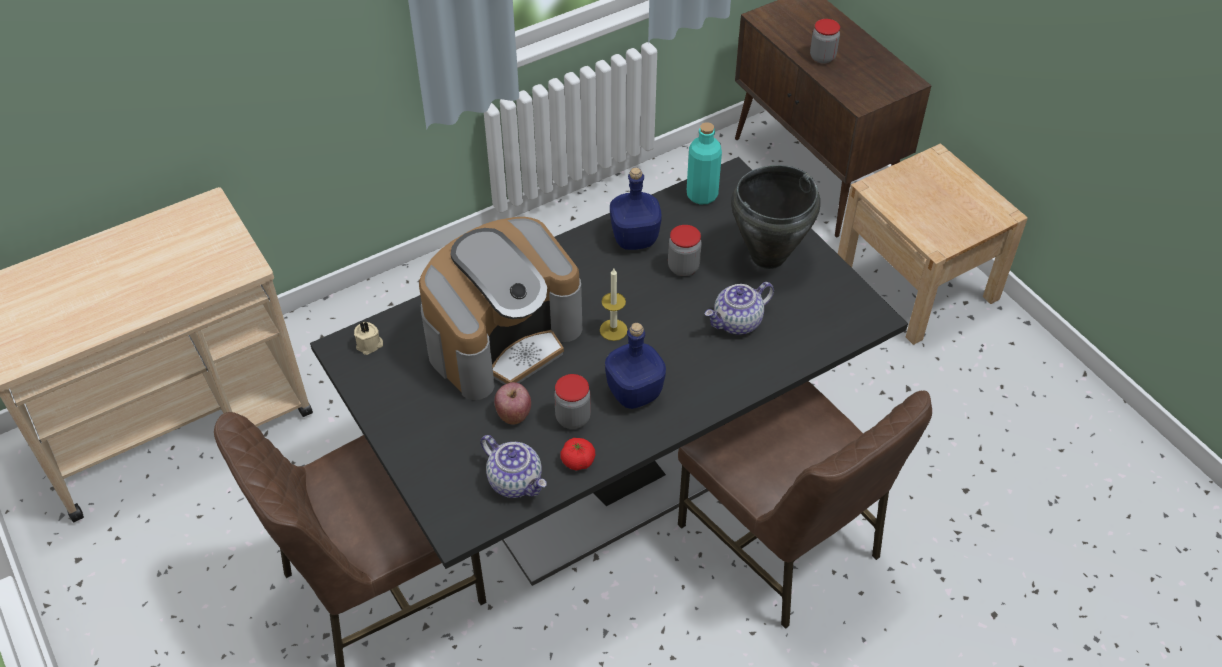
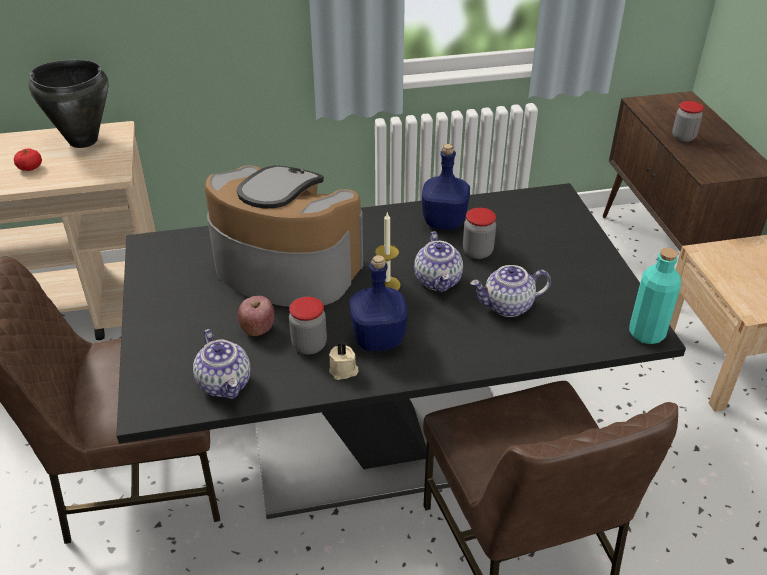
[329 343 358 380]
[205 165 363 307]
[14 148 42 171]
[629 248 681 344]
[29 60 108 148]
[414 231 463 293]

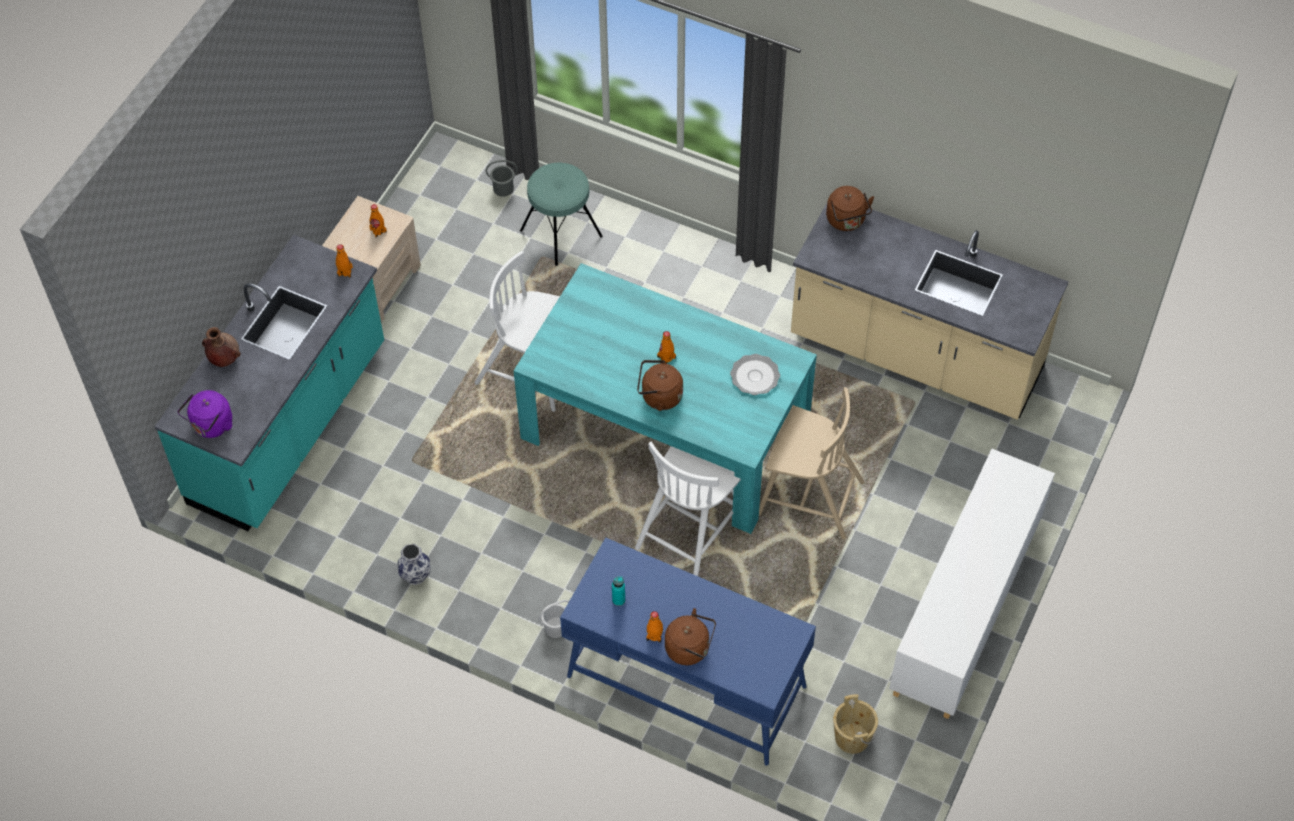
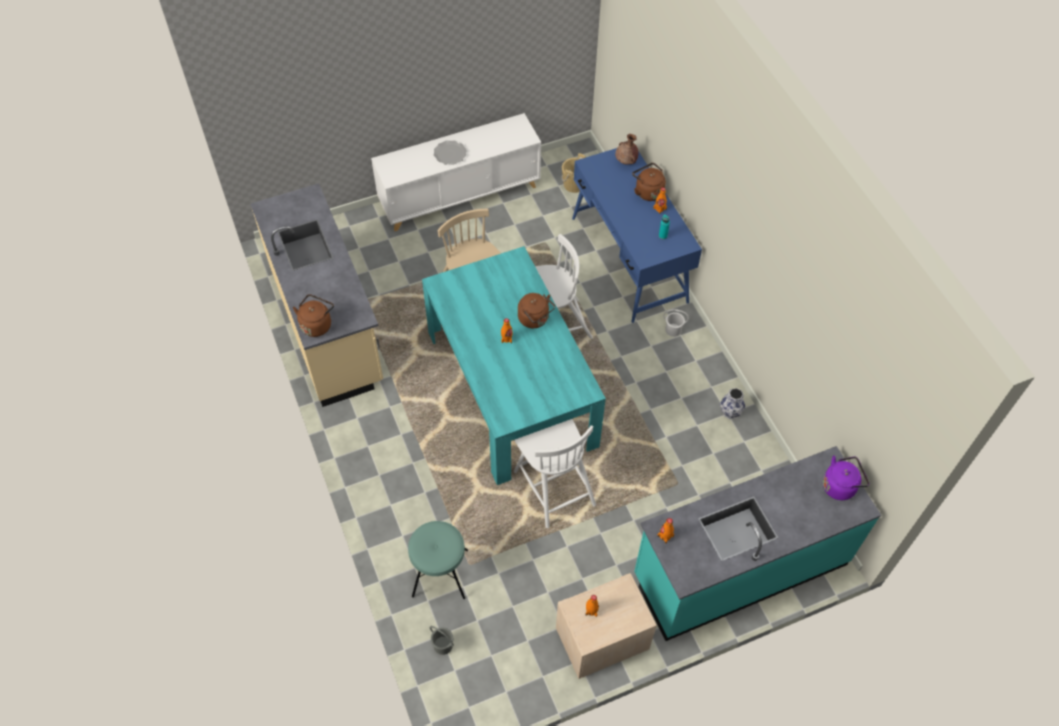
[615 134 638 164]
[434 140 466 164]

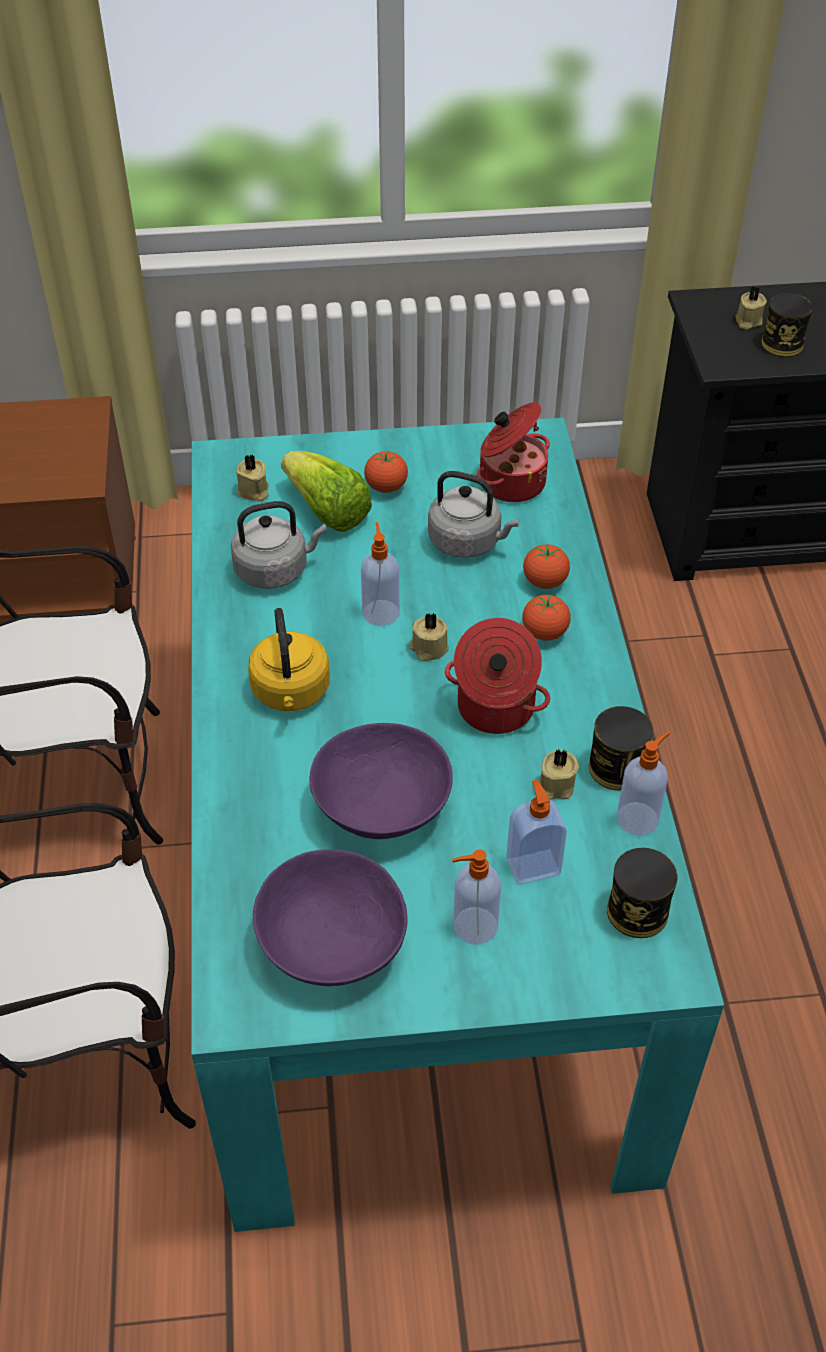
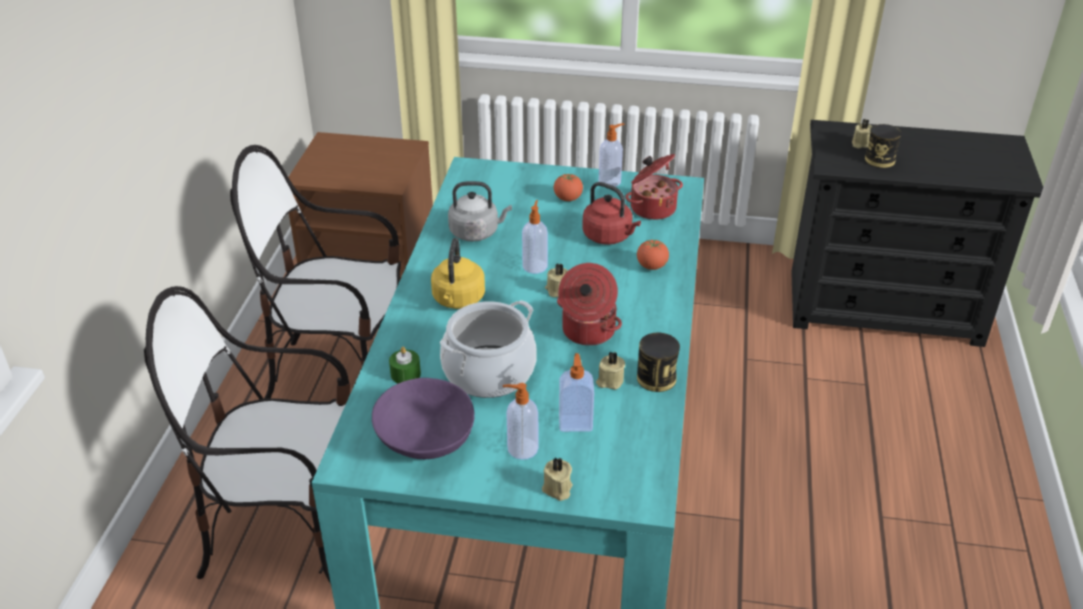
[542 457 573 501]
[281 451 372 532] (first image)
[440 300 537 398]
[582 182 641 245]
[522 595 571 641] (first image)
[607 848 677 938] (first image)
[598 123 624 187]
[389 347 421 383]

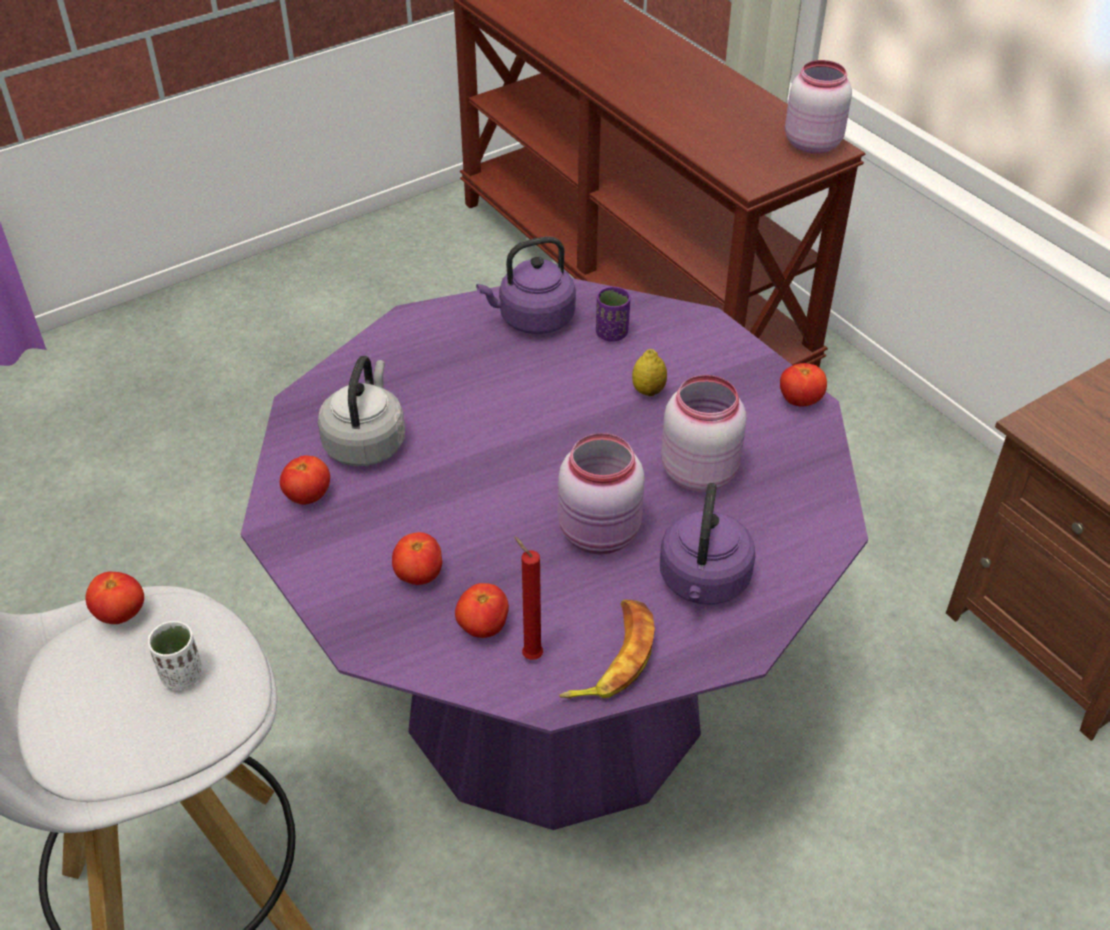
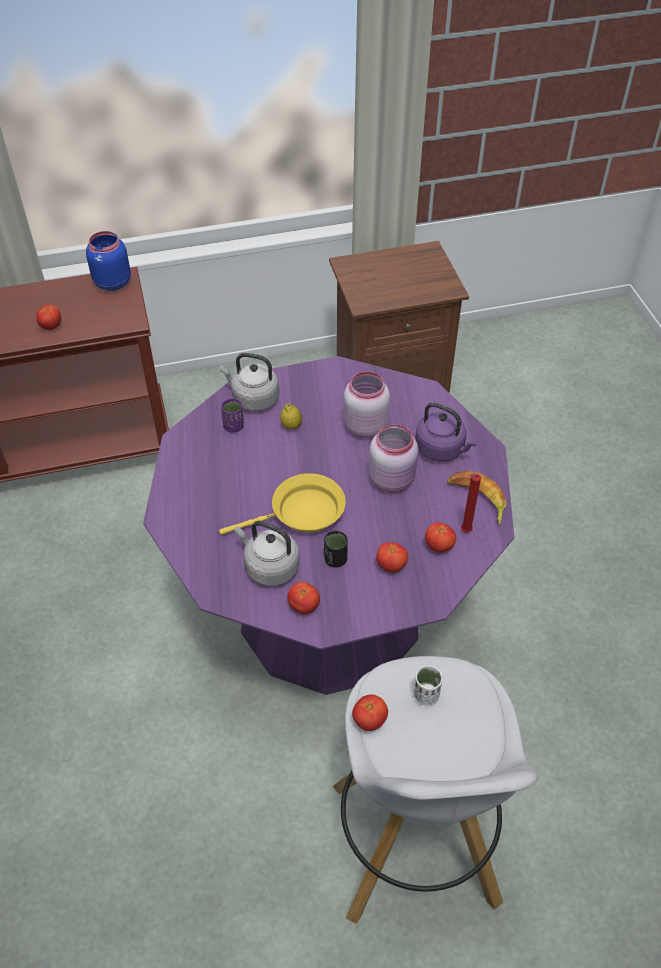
[476 237 576 334] (first image)
[36 305 61 330]
[86 231 131 291]
[219 473 346 535]
[220 353 279 411]
[324 531 348 568]

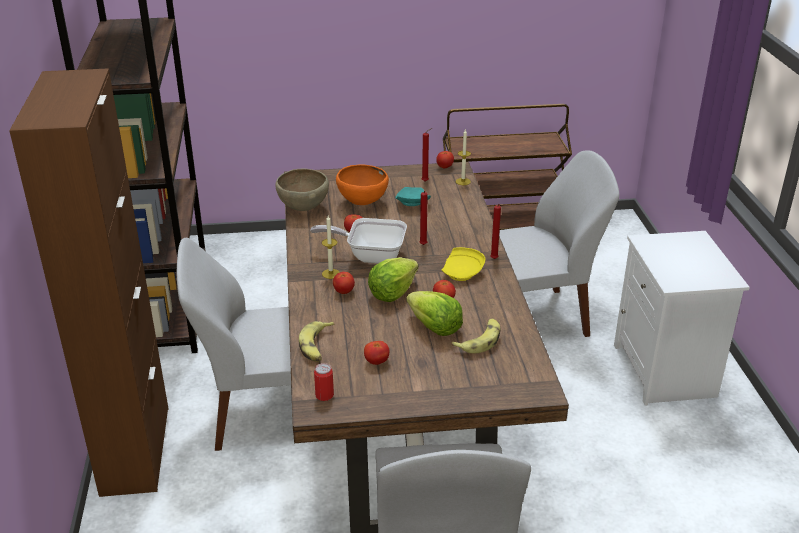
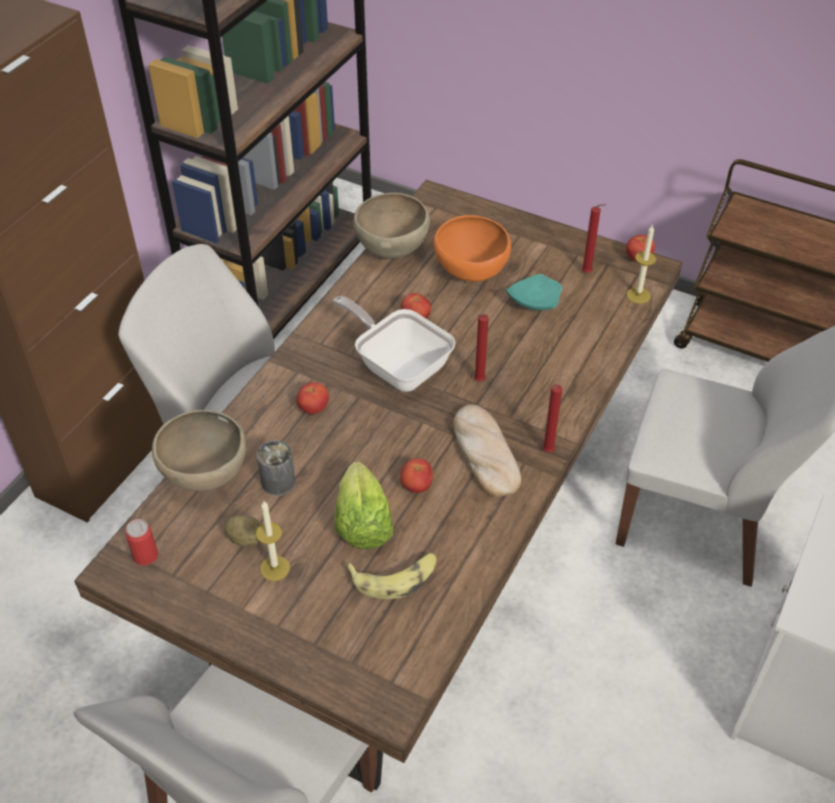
[152 410 246 491]
[256 501 290 581]
[224 515 262 547]
[368 257 418 302] (first image)
[453 405 522 497]
[257 440 295 496]

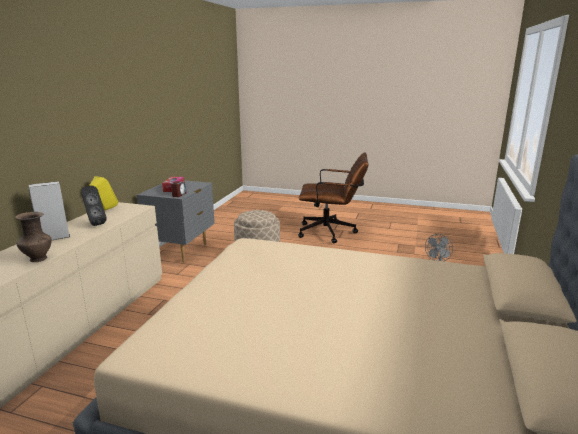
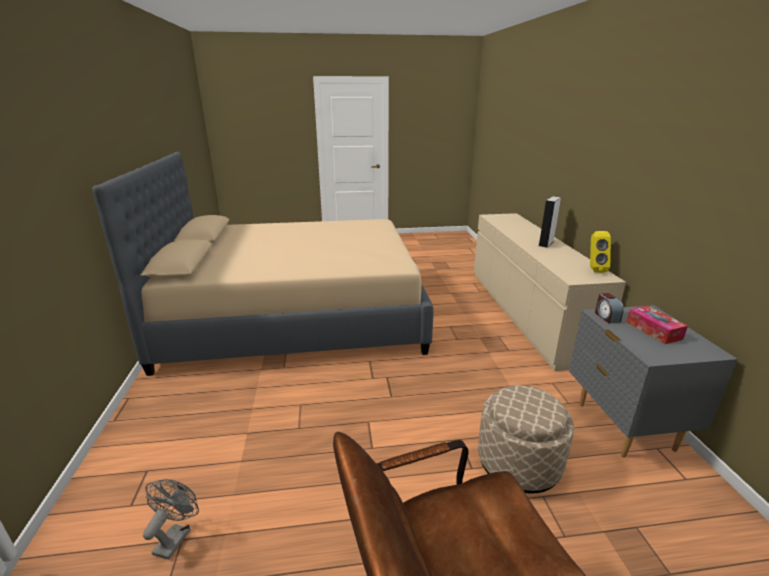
[15 212 52 262] (first image)
[81 186 107 226] (first image)

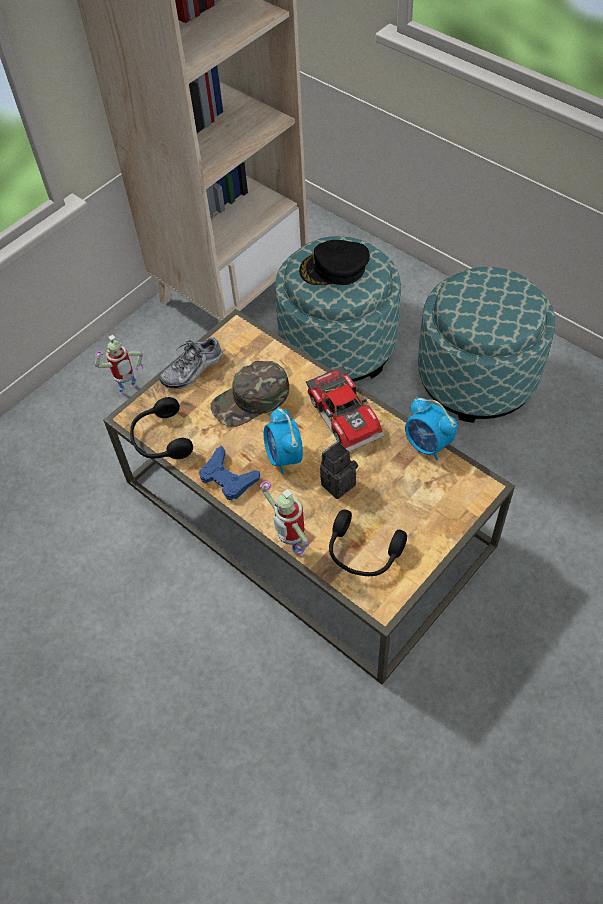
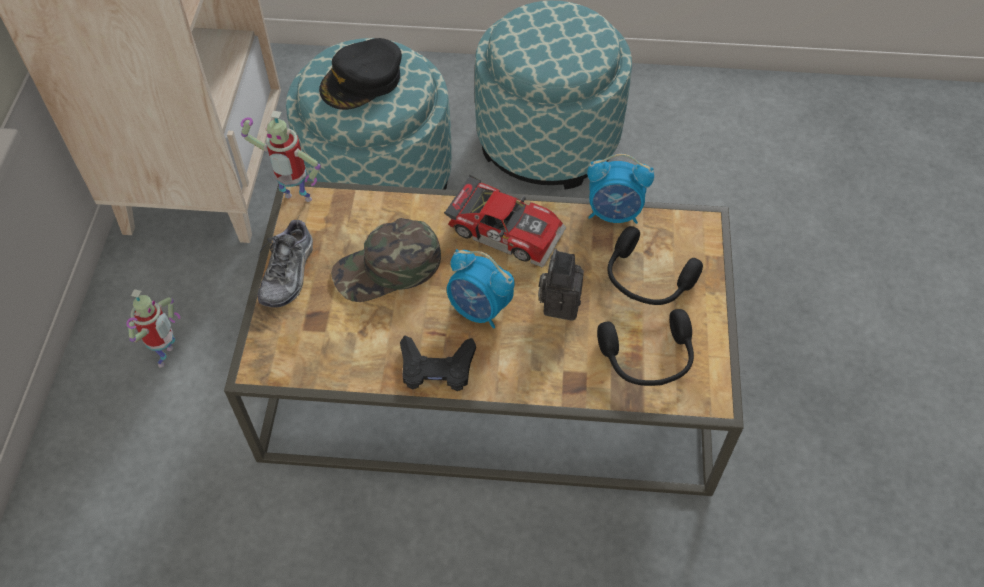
[607 226 703 305]
[400 335 476 391]
[331 218 441 302]
[241 111 321 202]

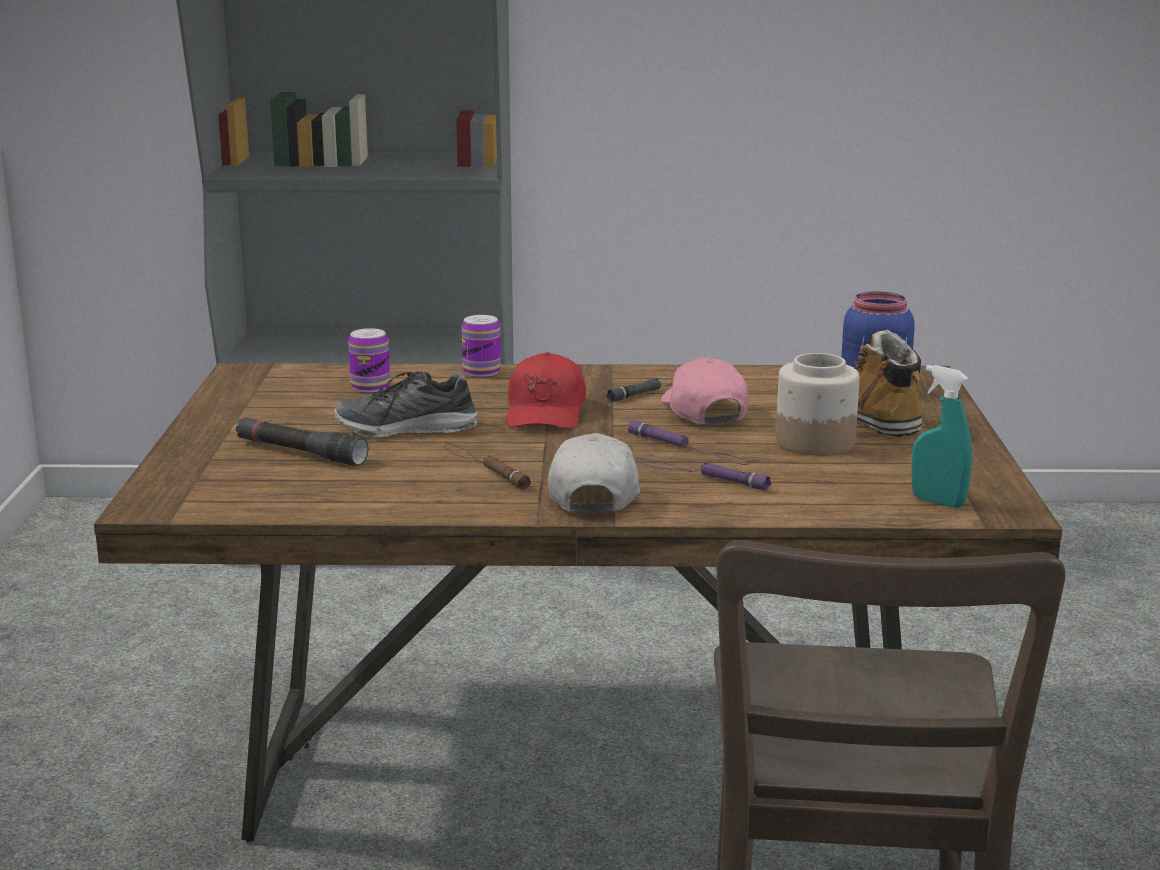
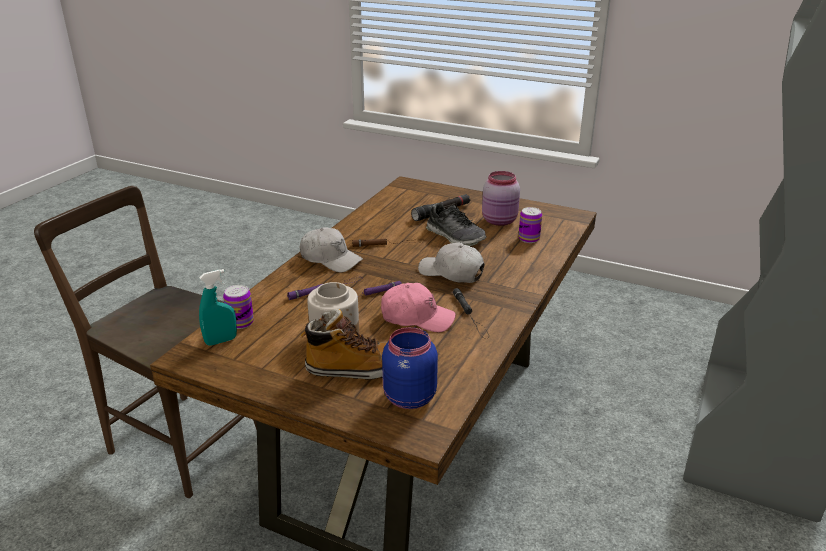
[426 203 486 246]
[223 285 254 329]
[418 242 485 283]
[482 171 520 226]

